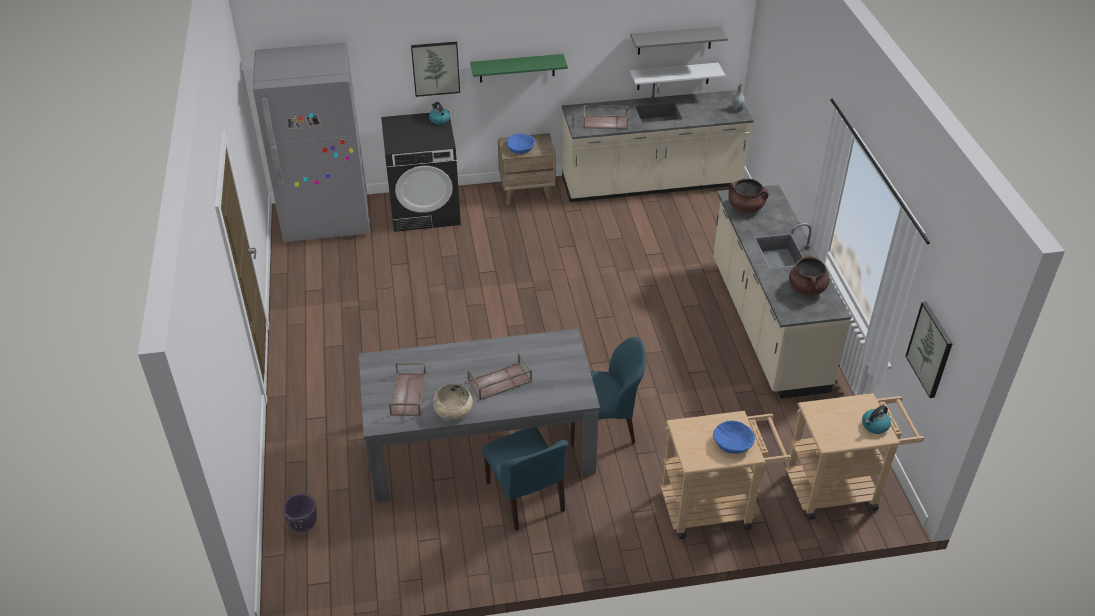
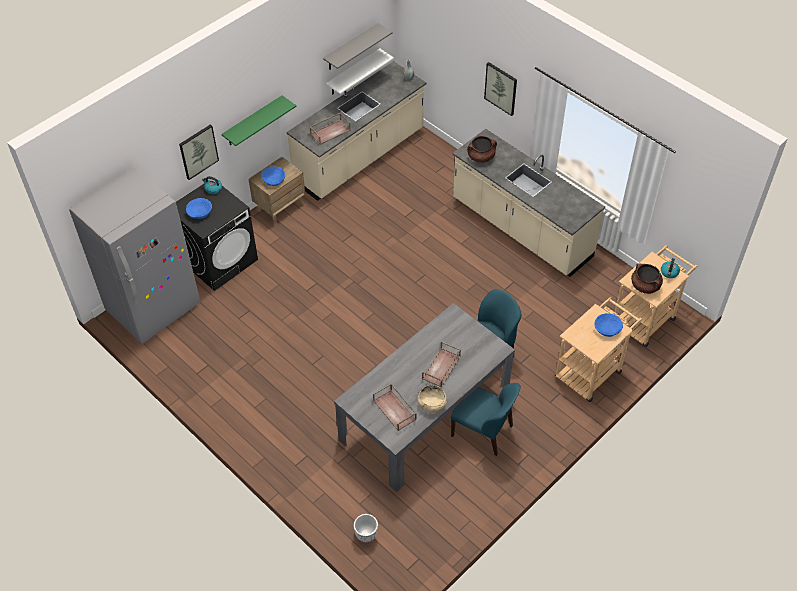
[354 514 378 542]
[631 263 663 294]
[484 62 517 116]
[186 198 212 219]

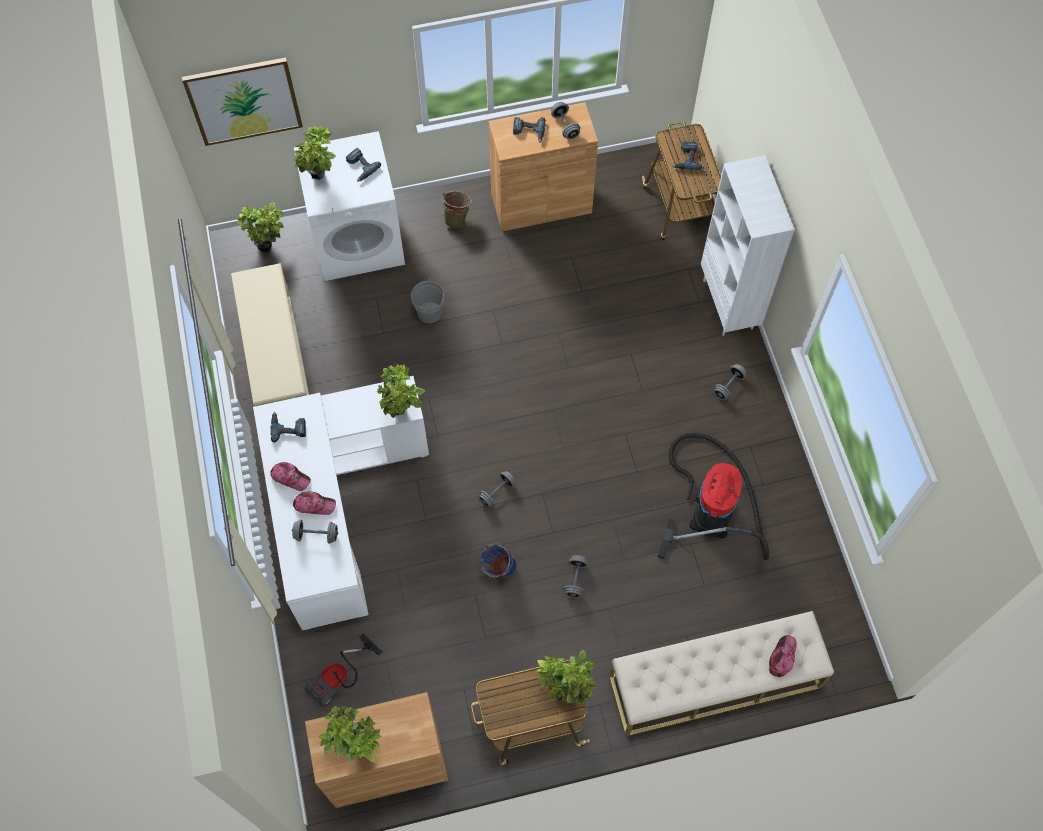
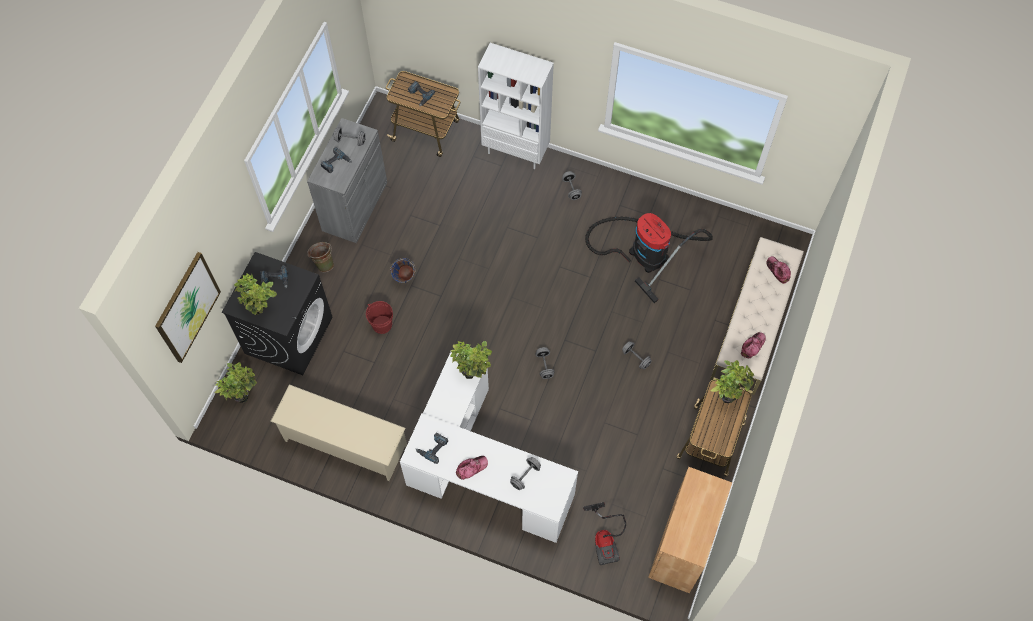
[741 332 766 358]
[222 252 332 375]
[319 706 382 763] (first image)
[366 301 393 334]
[390 258 415 283]
[307 118 387 243]

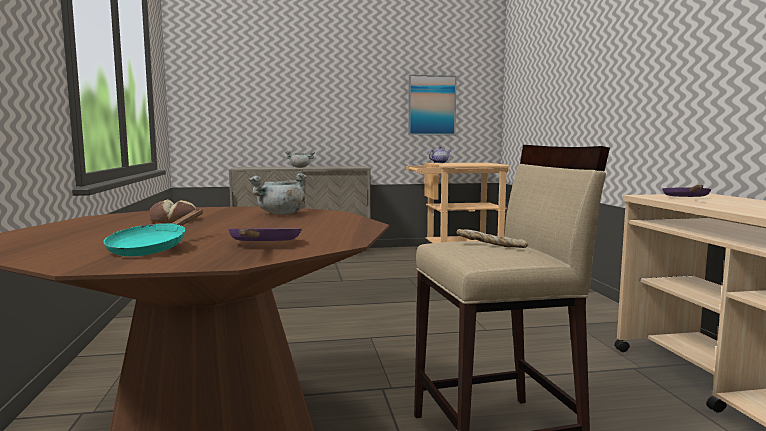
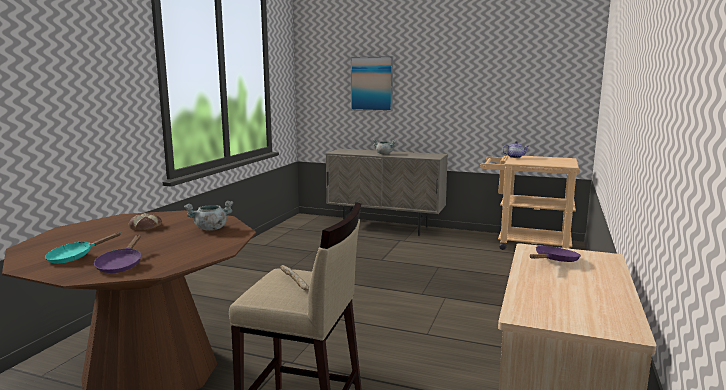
[94 235 141 273]
[351 56 393 112]

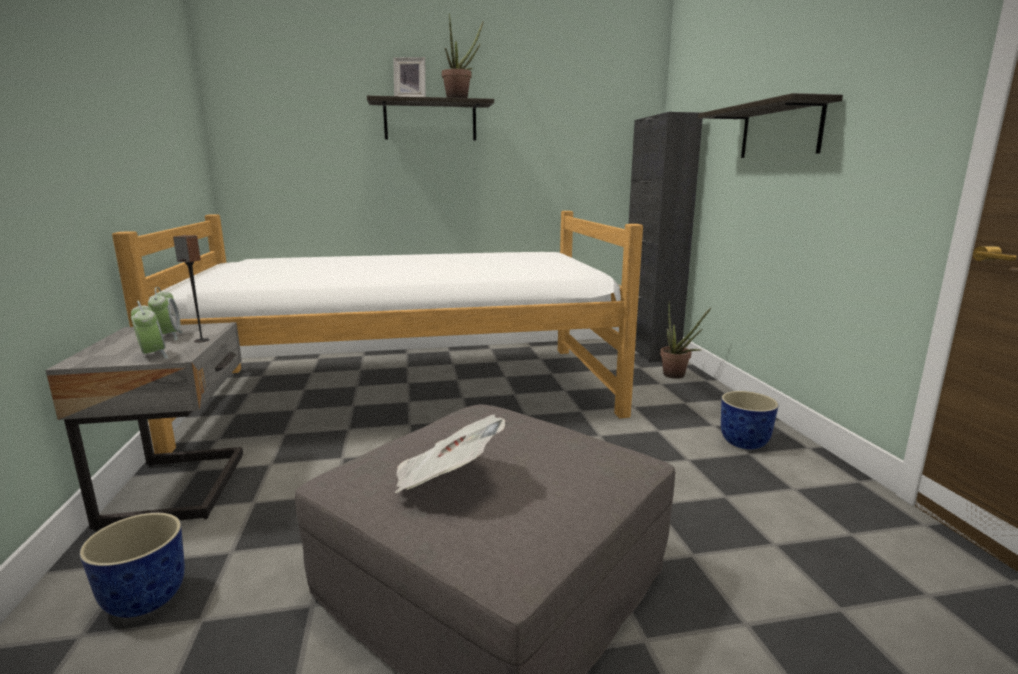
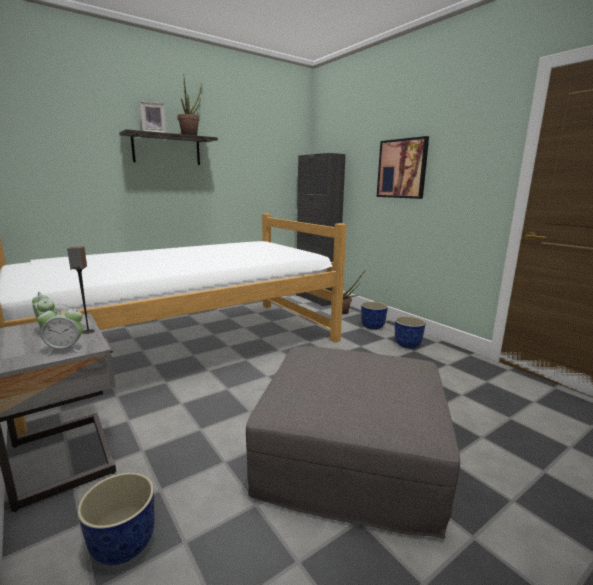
[37 304 83 356]
[395 414 505 493] (first image)
[377 136 429 199]
[361 301 388 330]

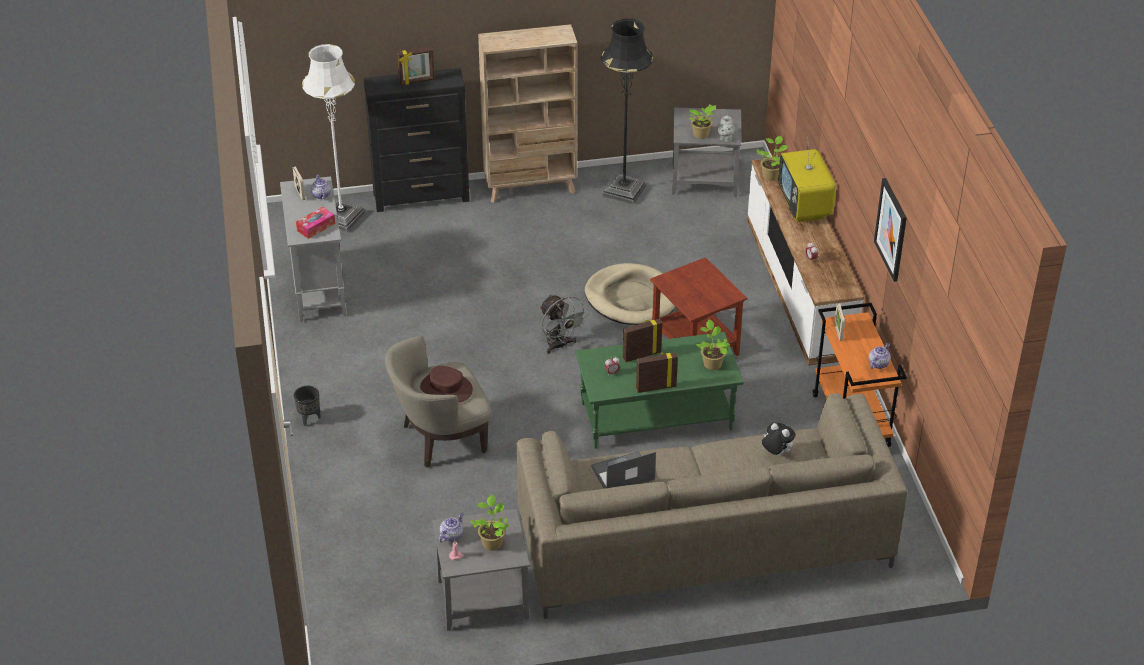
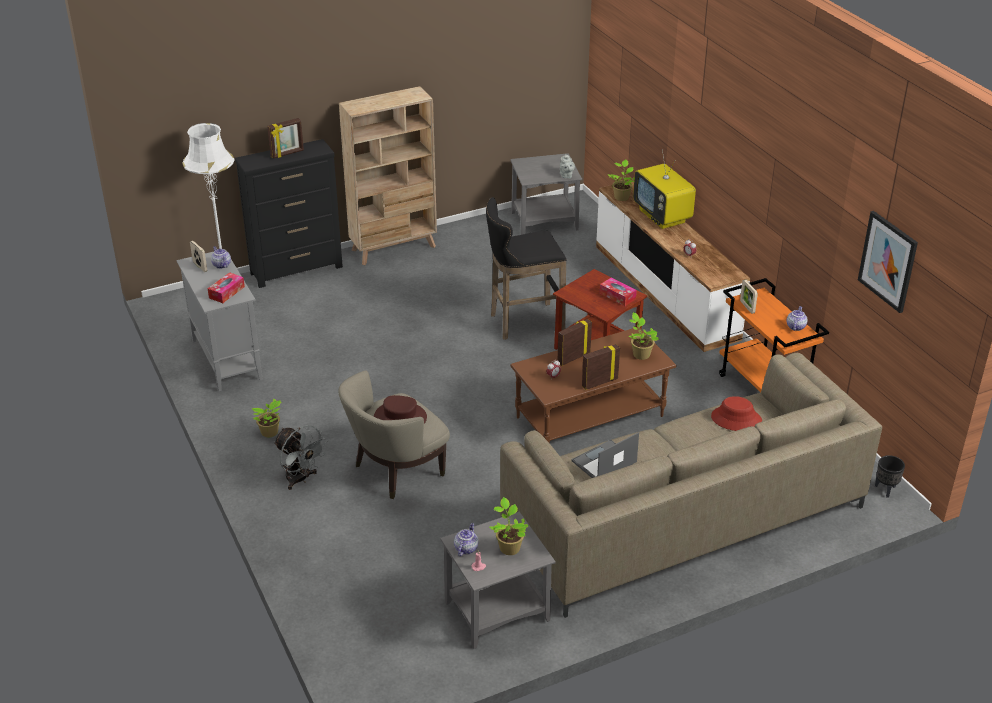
[875 455 905 498]
[274 425 327 490]
[510 327 676 443]
[486 197 567 340]
[601 19 653 205] (first image)
[251 399 281 437]
[711 396 762 431]
[858 211 918 313]
[600 277 637 306]

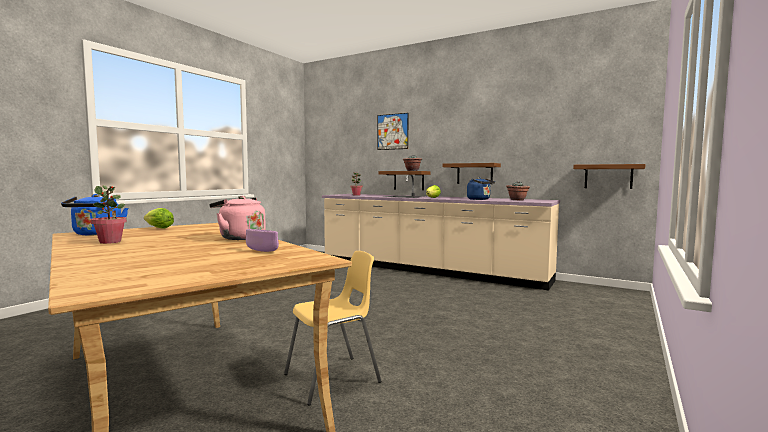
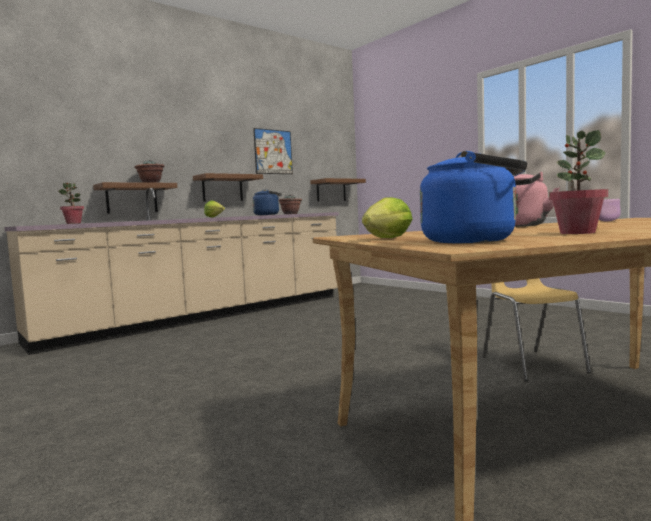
[253 128 293 174]

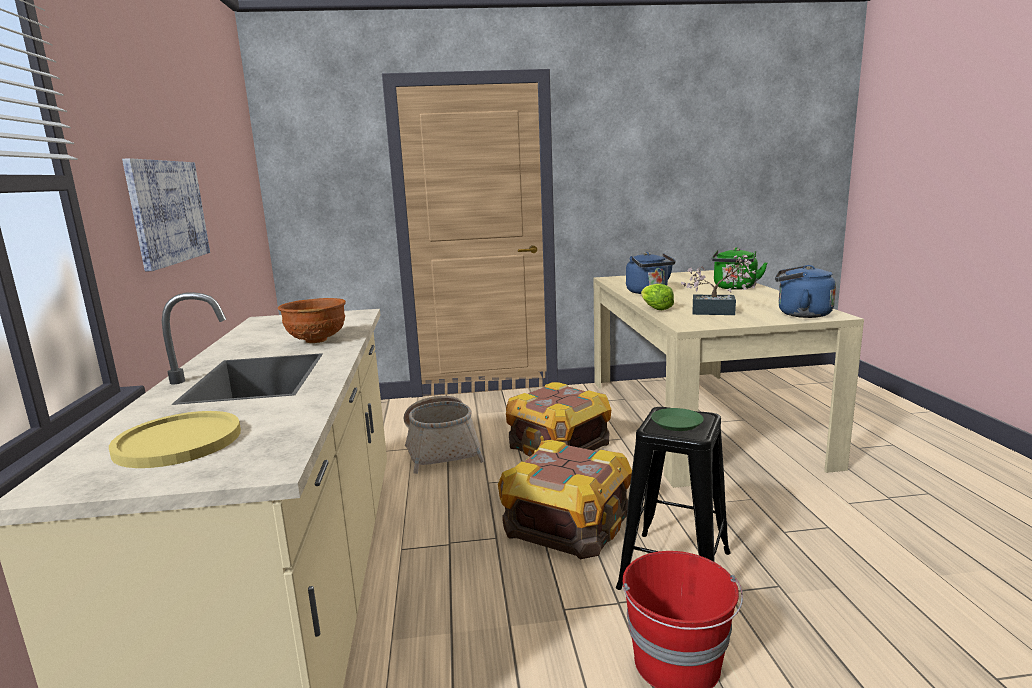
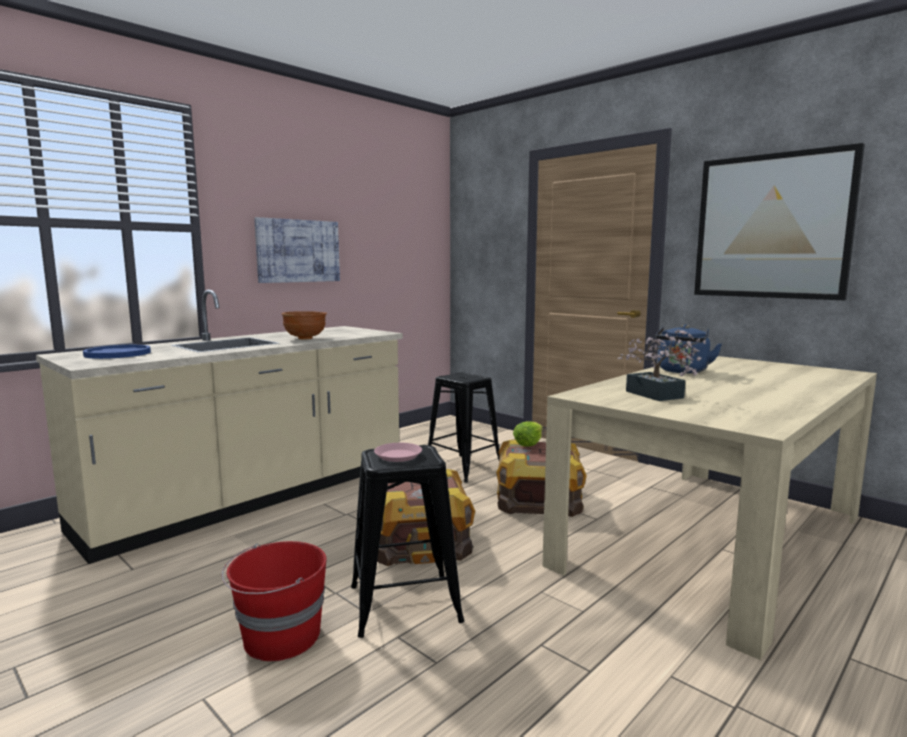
[83 345 151 359]
[428 372 499 483]
[513 422 543 447]
[374 443 422 462]
[712 247 767 290] (first image)
[775 265 836 318] (first image)
[694 143 865 300]

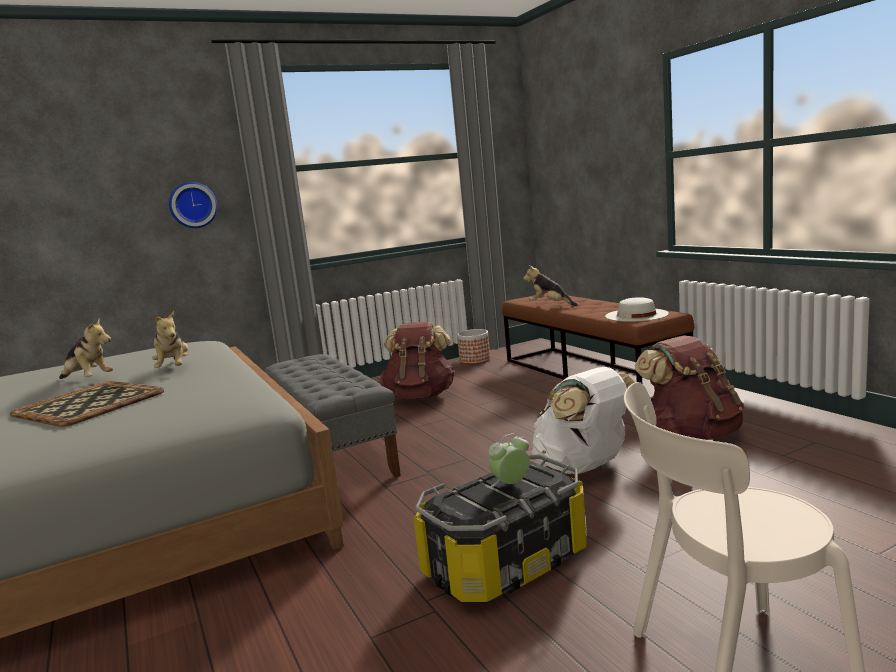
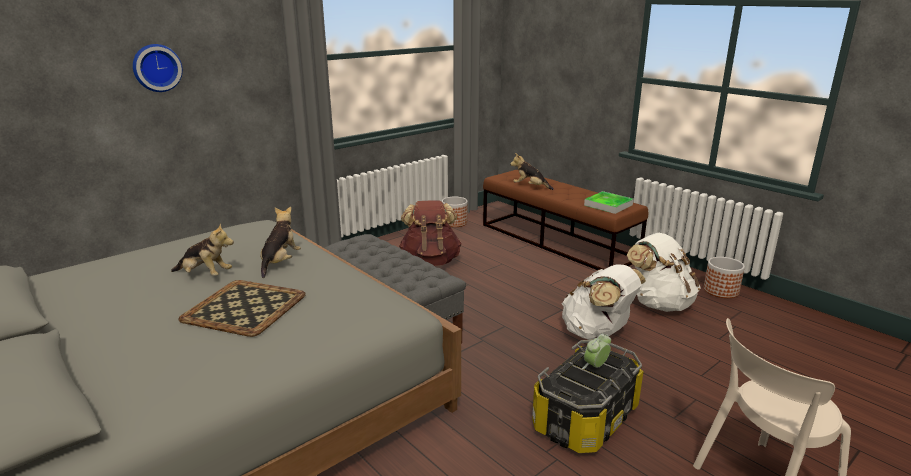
[260 207 301 278]
[133 44 183 92]
[584 191 633 214]
[627 233 701 312]
[704 257 745 298]

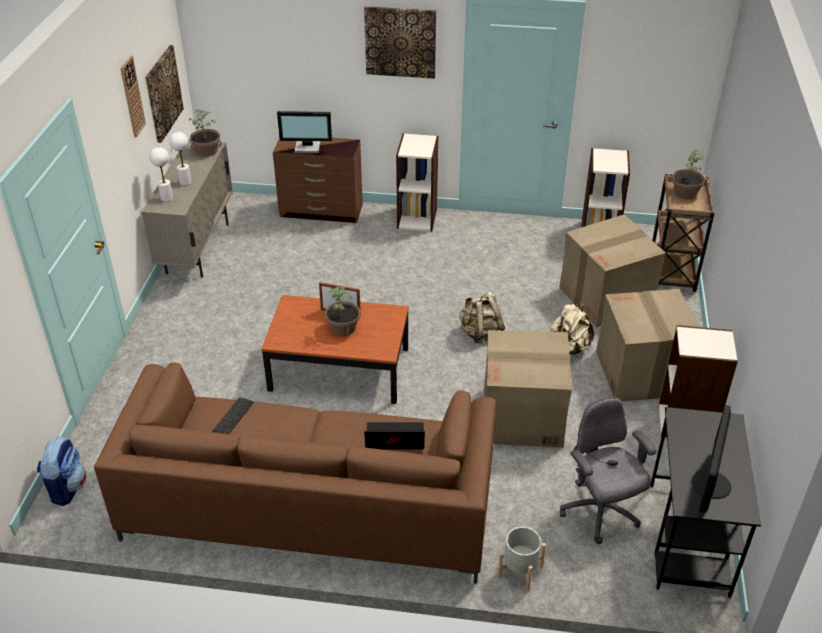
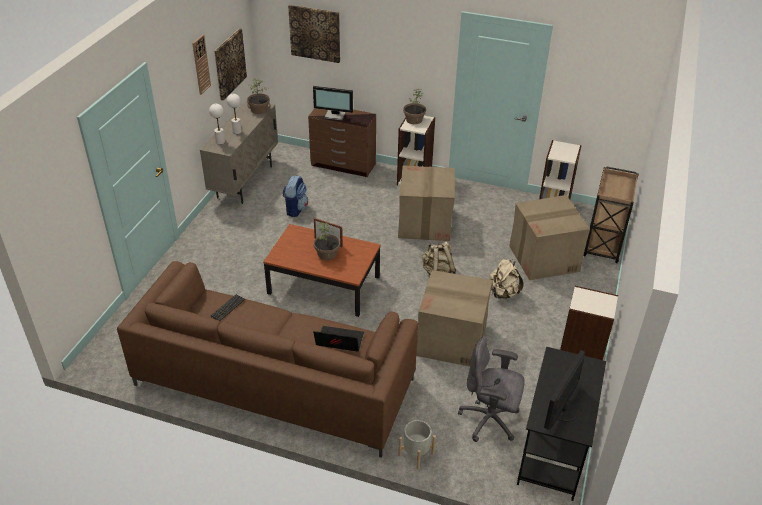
[283 175 308 217]
[288 5 340 63]
[458 337 525 442]
[398 165 455 241]
[403 89 426 124]

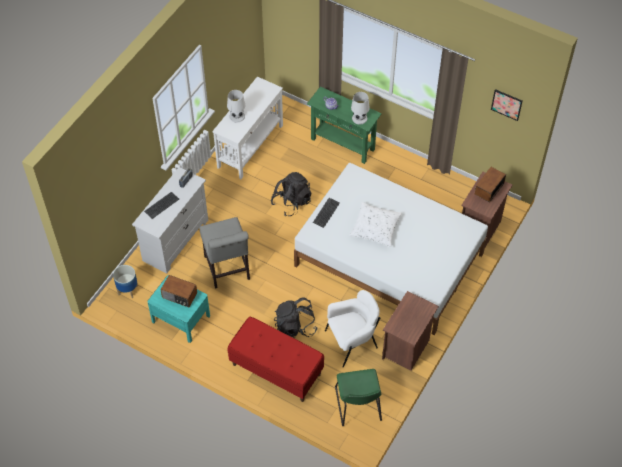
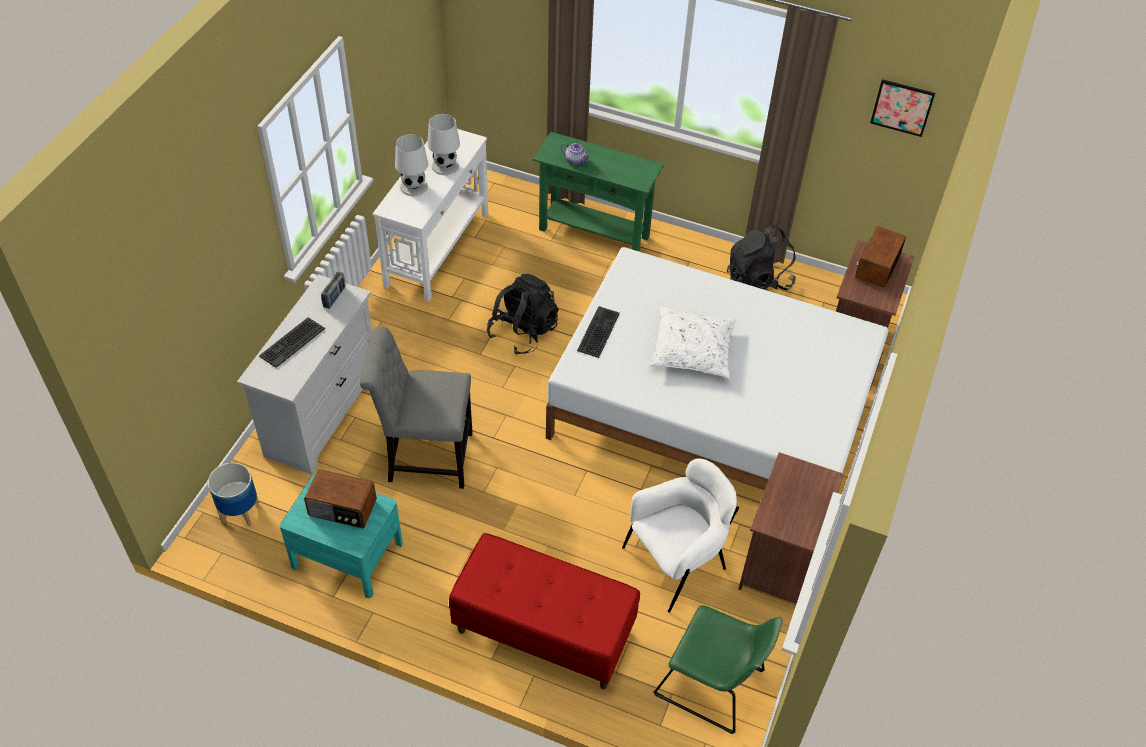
[360 326 473 489]
[727 225 796 290]
[654 605 783 734]
[427 114 460 175]

